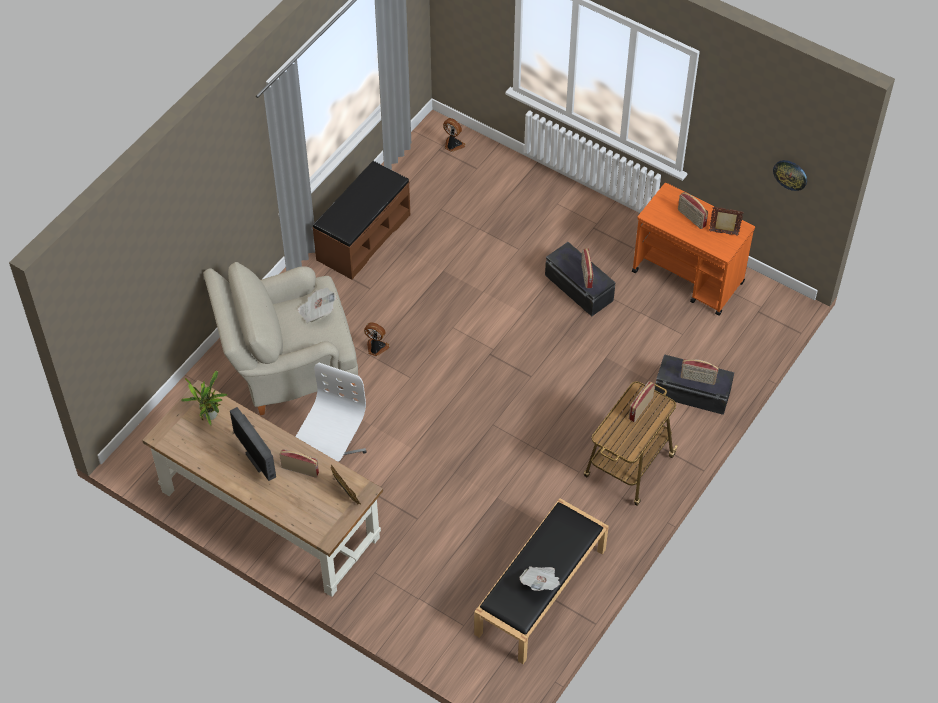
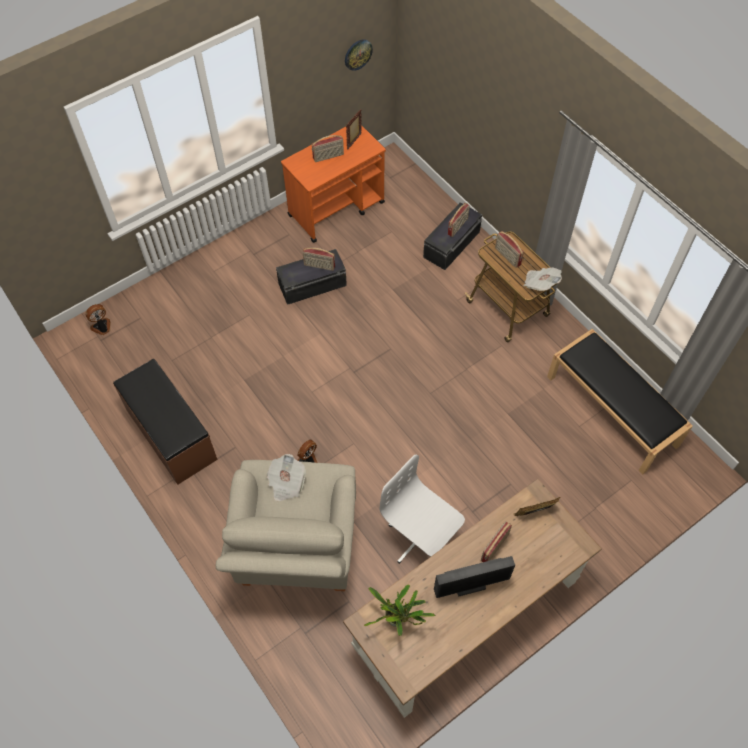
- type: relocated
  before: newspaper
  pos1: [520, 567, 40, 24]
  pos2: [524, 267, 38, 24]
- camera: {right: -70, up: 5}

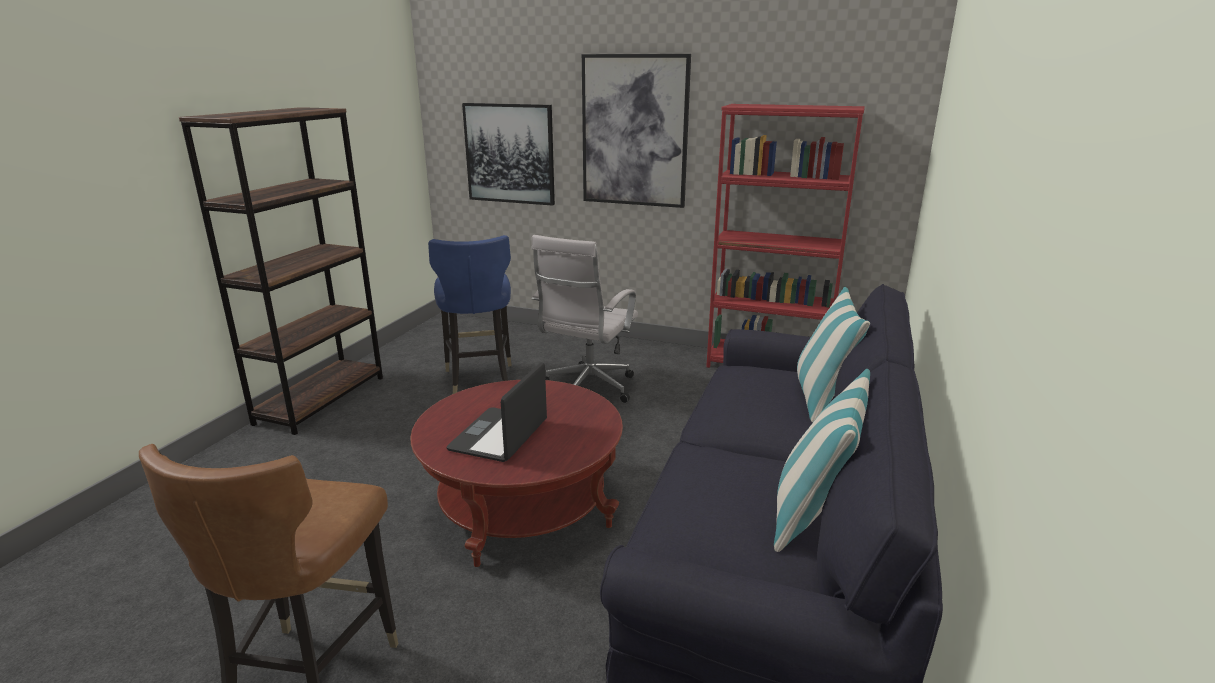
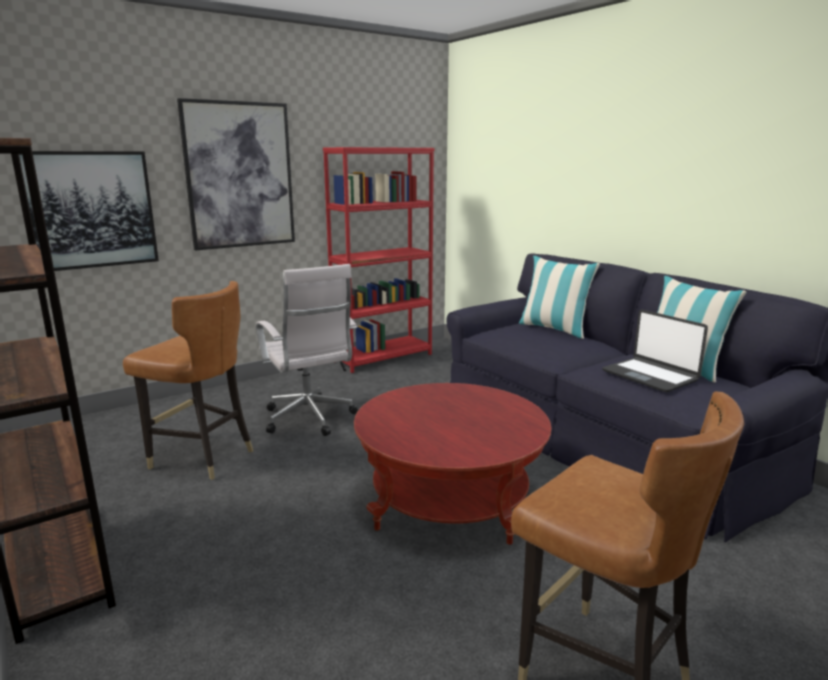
- type: colour
  before: blue chair
  after: brown chair
  pos1: [428, 235, 84, 159]
  pos2: [123, 281, 130, 199]
- type: relocated
  before: laptop
  pos1: [447, 362, 100, 100]
  pos2: [602, 310, 106, 82]
- camera: {right: -55, up: -5}

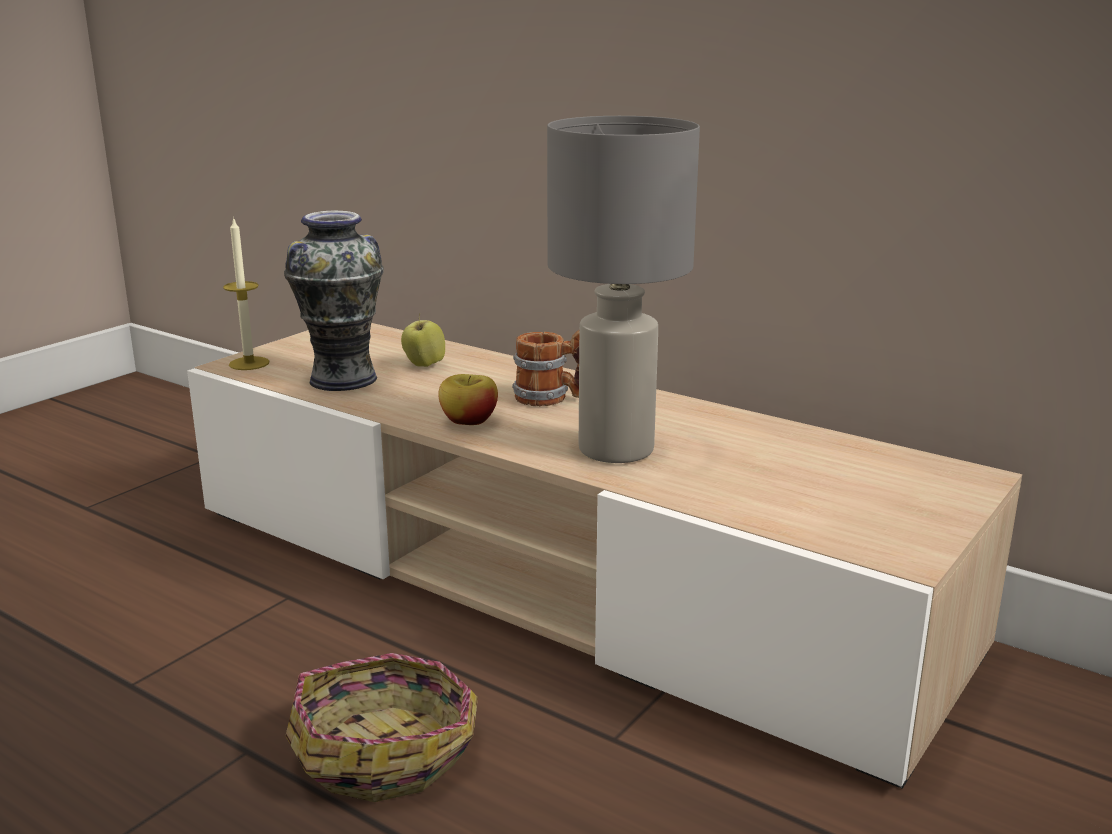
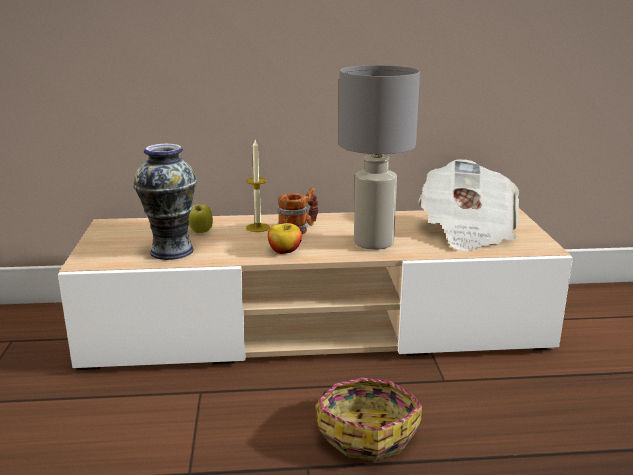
- type: relocated
  before: candle
  pos1: [223, 217, 46, 153]
  pos2: [246, 140, 24, 92]
- type: appeared
  after: newspaper
  pos2: [419, 159, 100, 92]
- camera: {right: -40, up: 0}

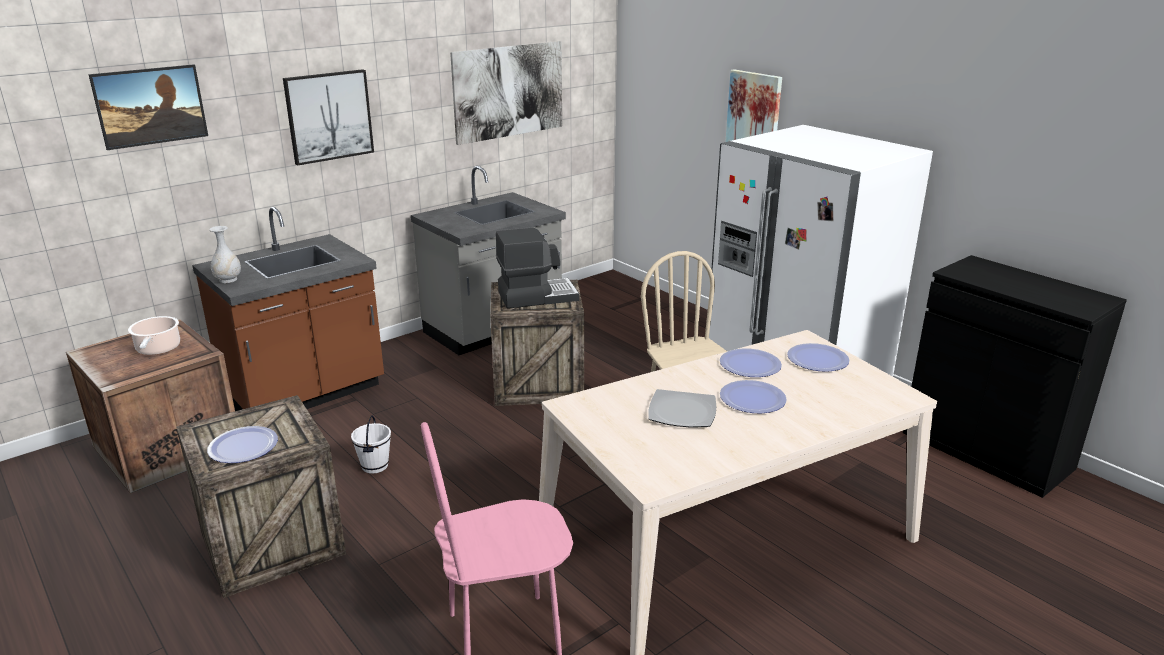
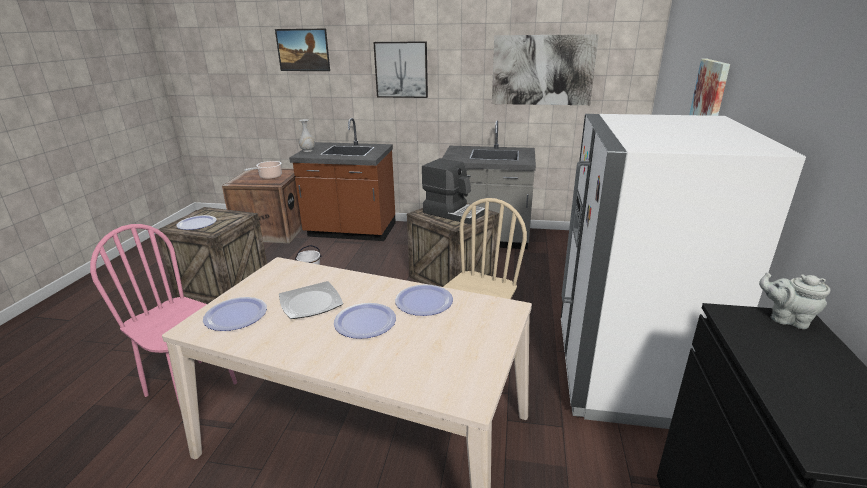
- type: relocated
  before: plate
  pos1: [787, 343, 62, 29]
  pos2: [203, 297, 64, 34]
- type: appeared
  after: grey teapot
  pos2: [759, 273, 71, 56]
- camera: {right: 50, up: 0}

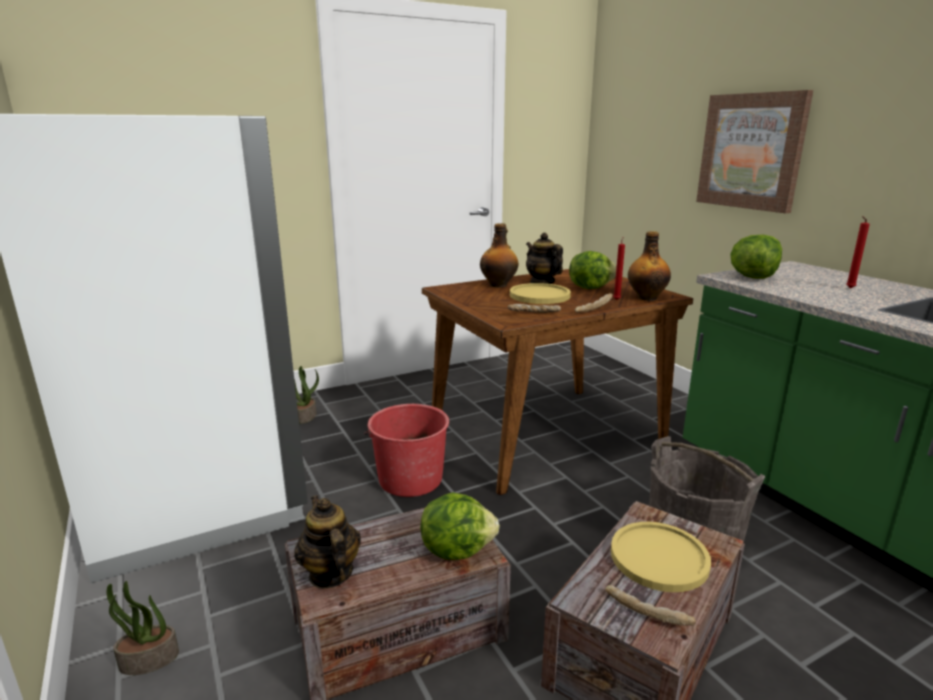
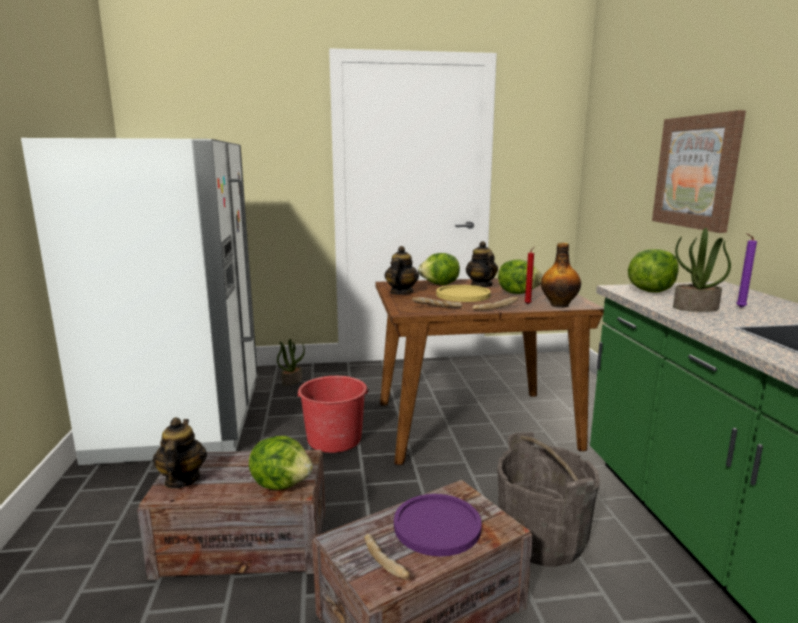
- type: colour
  before: red candle
  after: purple candle
  pos1: [846, 216, 24, 73]
  pos2: [736, 233, 21, 75]
- type: exchanged
  before: bottle
  after: lettuce
  pos1: [480, 223, 39, 65]
  pos2: [418, 253, 42, 32]
- type: colour
  before: yellow plate
  after: purple plate
  pos1: [611, 522, 100, 70]
  pos2: [394, 494, 88, 62]
- type: relocated
  before: potted plant
  pos1: [106, 581, 73, 94]
  pos2: [673, 228, 58, 84]
- type: appeared
  after: teapot
  pos2: [385, 246, 34, 49]
- camera: {right: 20, up: -5}

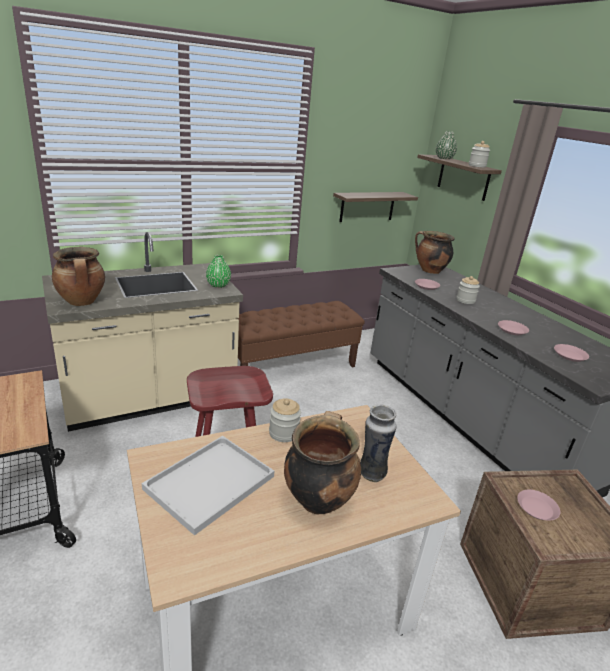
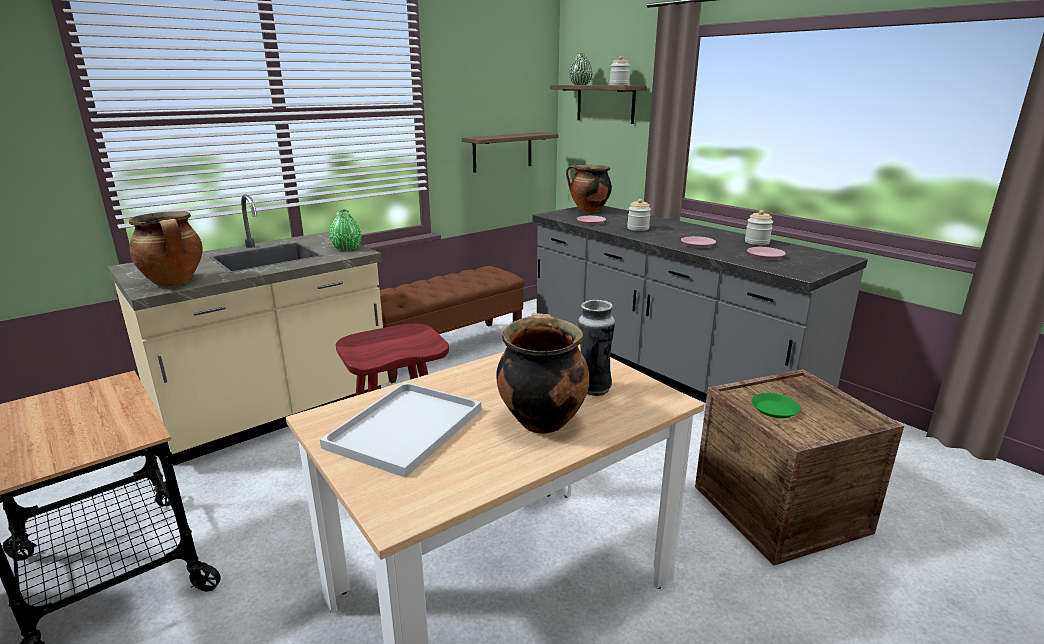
- type: relocated
  before: jar
  pos1: [269, 398, 32, 44]
  pos2: [745, 210, 28, 35]
- type: colour
  before: pink plate
  after: green plate
  pos1: [517, 489, 43, 32]
  pos2: [751, 393, 50, 25]
- camera: {right: -10, up: -5}

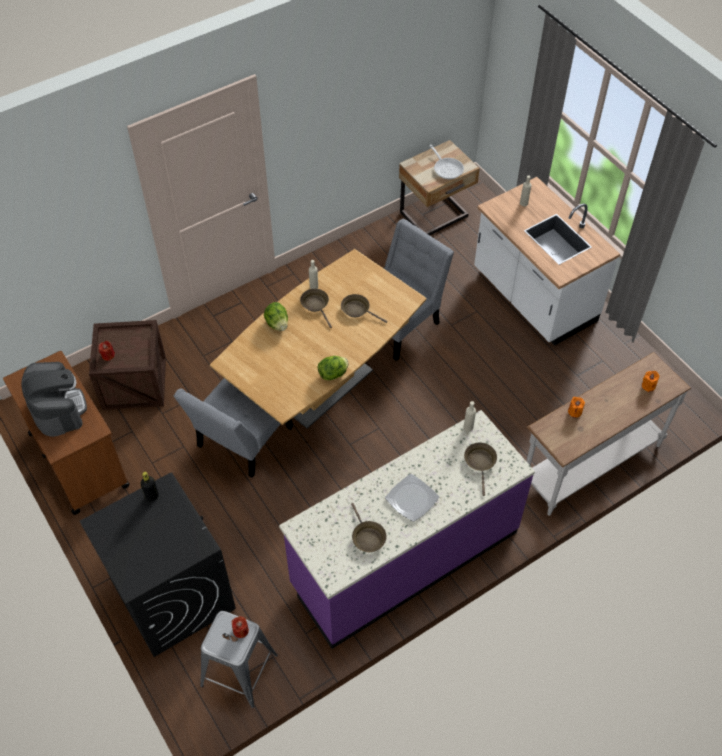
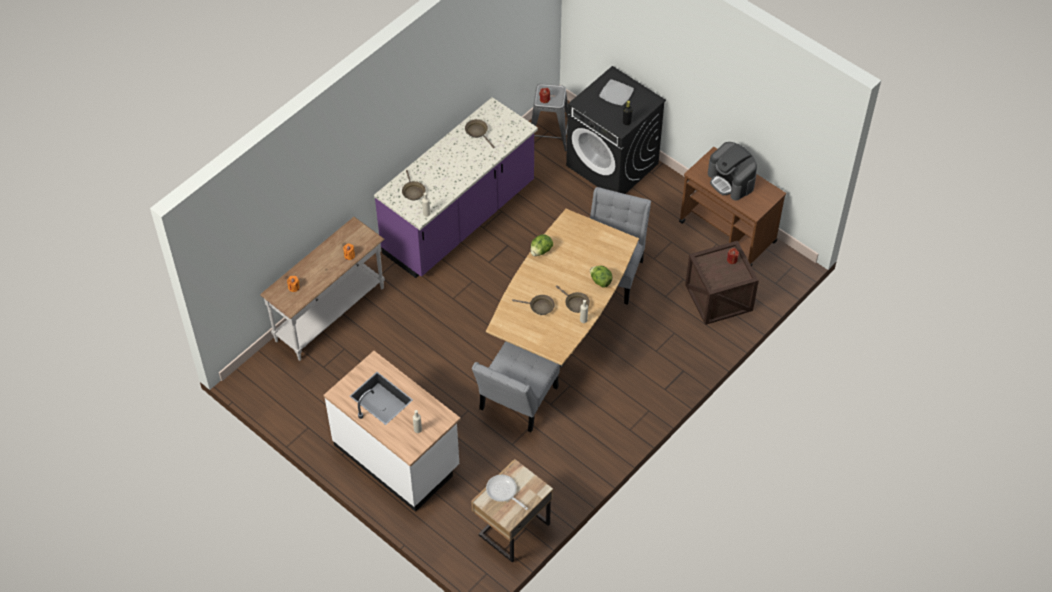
- type: relocated
  before: plate
  pos1: [385, 474, 54, 48]
  pos2: [599, 79, 35, 27]
- camera: {right: 165, up: 0}

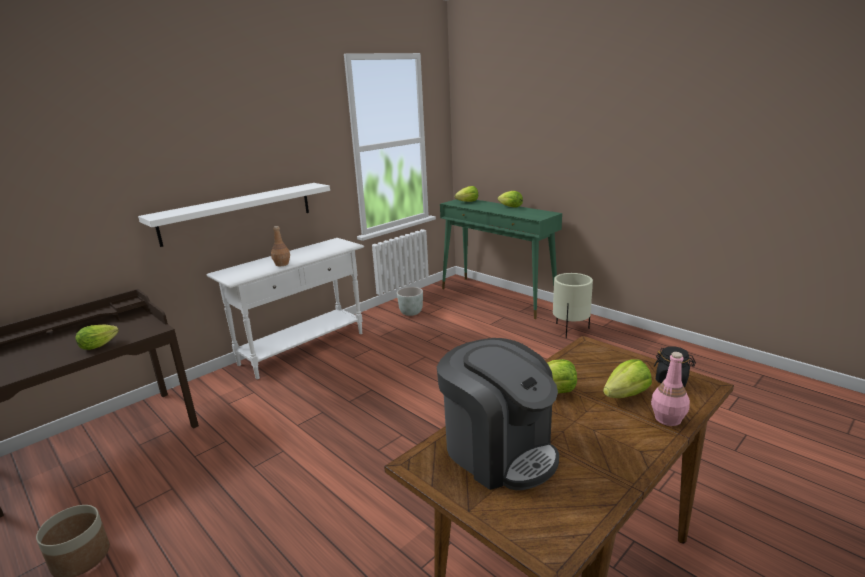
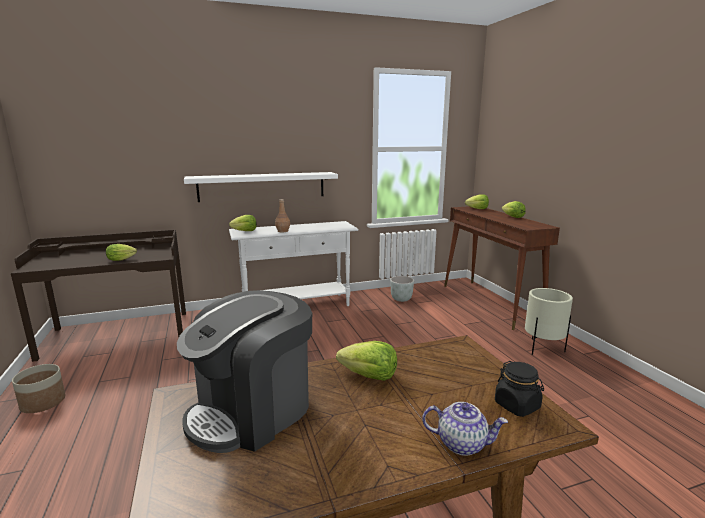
- type: colour
  before: green console table
  after: brown console table
  pos1: [440, 199, 122, 120]
  pos2: [444, 206, 116, 124]
- type: spun
  before: coffee machine
  pos1: [437, 338, 122, 152]
  pos2: [177, 290, 135, 163]
  turn: 60
- type: exchanged
  before: pink bottle
  after: teapot
  pos1: [651, 352, 39, 74]
  pos2: [422, 402, 86, 54]
- type: relocated
  before: lettuce
  pos1: [603, 359, 49, 39]
  pos2: [229, 215, 28, 16]
- camera: {right: 25, up: -5}

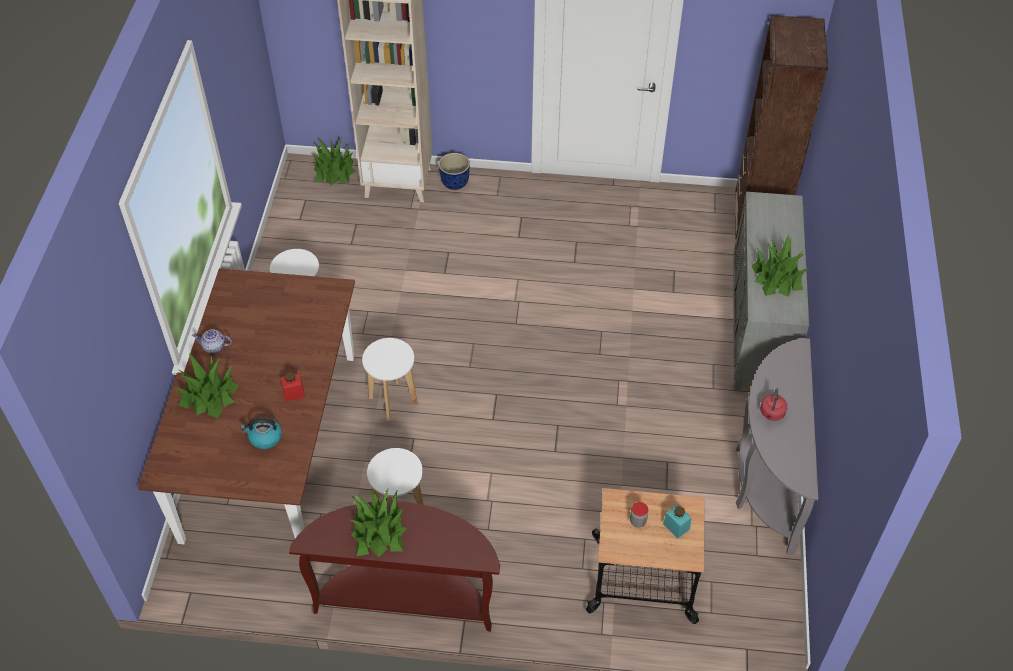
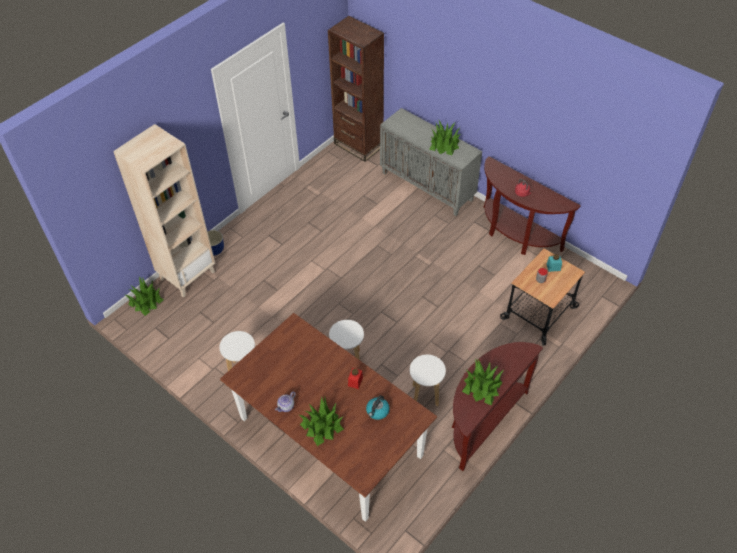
- type: colour
  before: grey console table
  after: brown console table
  pos1: [735, 338, 83, 217]
  pos2: [483, 156, 98, 99]
- camera: {right: -55, up: 0}

